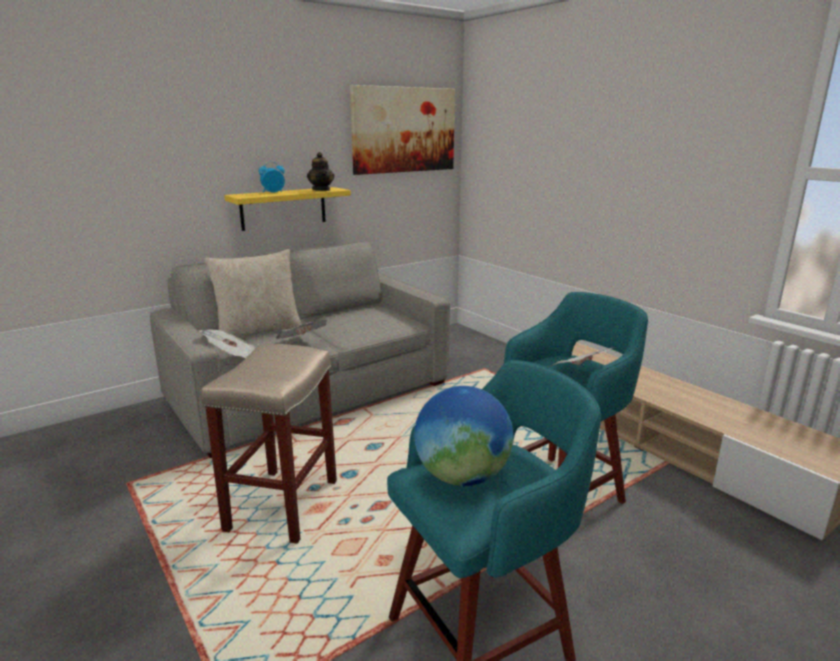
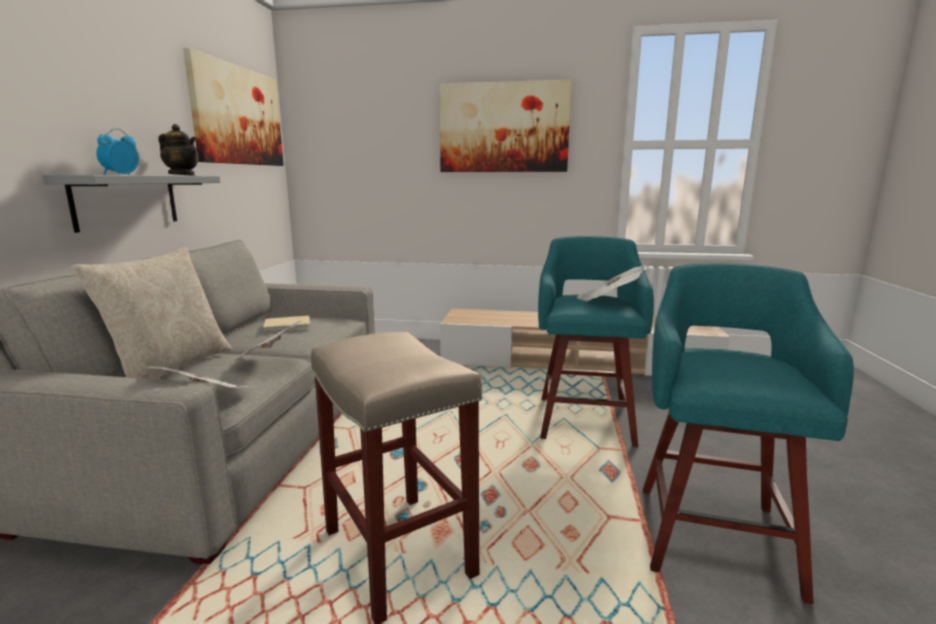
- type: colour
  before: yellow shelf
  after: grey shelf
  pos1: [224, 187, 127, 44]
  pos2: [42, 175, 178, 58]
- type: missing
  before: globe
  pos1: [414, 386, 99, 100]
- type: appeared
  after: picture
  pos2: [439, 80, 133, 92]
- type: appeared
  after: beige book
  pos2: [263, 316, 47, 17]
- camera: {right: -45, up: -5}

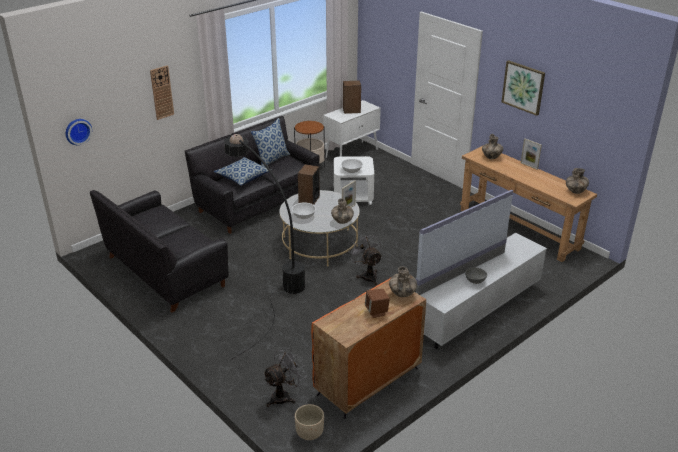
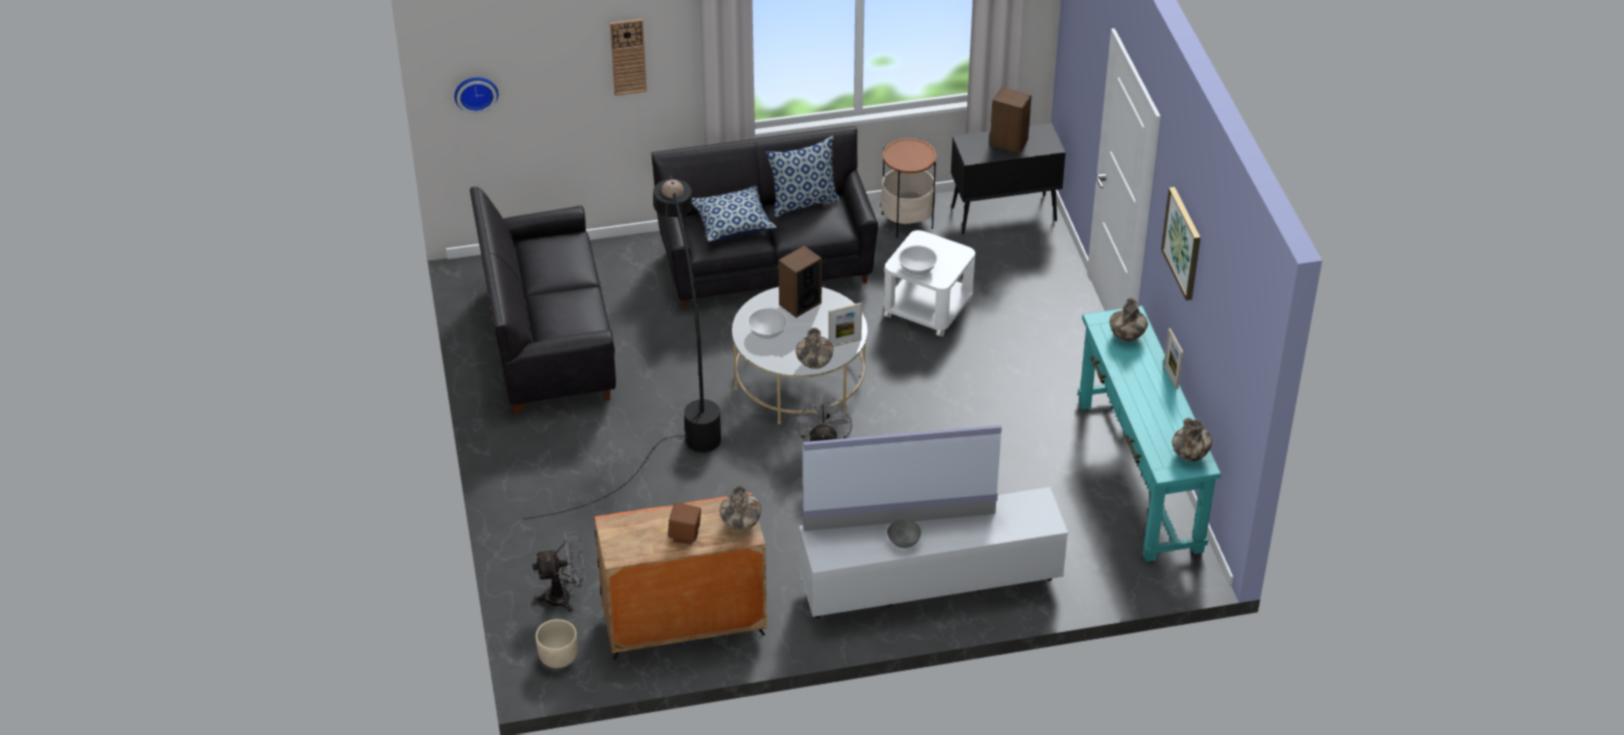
- type: colour
  before: white cabinet
  after: black cabinet
  pos1: [324, 100, 57, 58]
  pos2: [951, 123, 115, 111]
- type: colour
  before: brown console table
  after: turquoise console table
  pos1: [460, 145, 137, 117]
  pos2: [1078, 306, 143, 256]
- camera: {right: 30, up: 10}

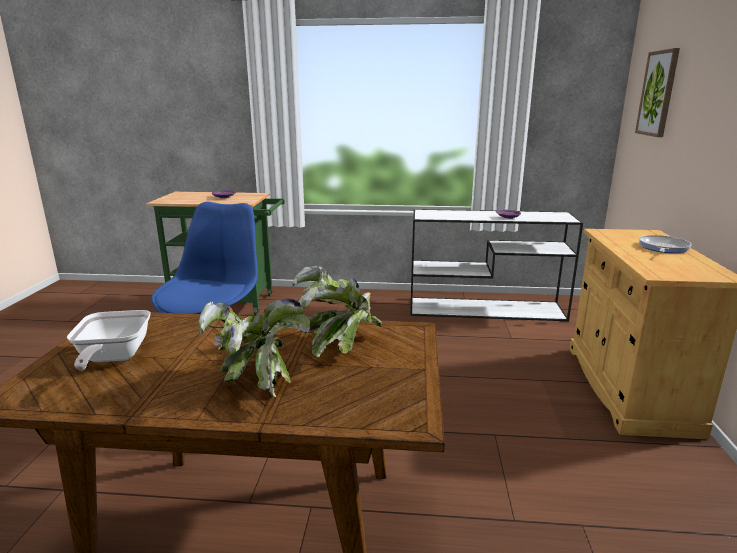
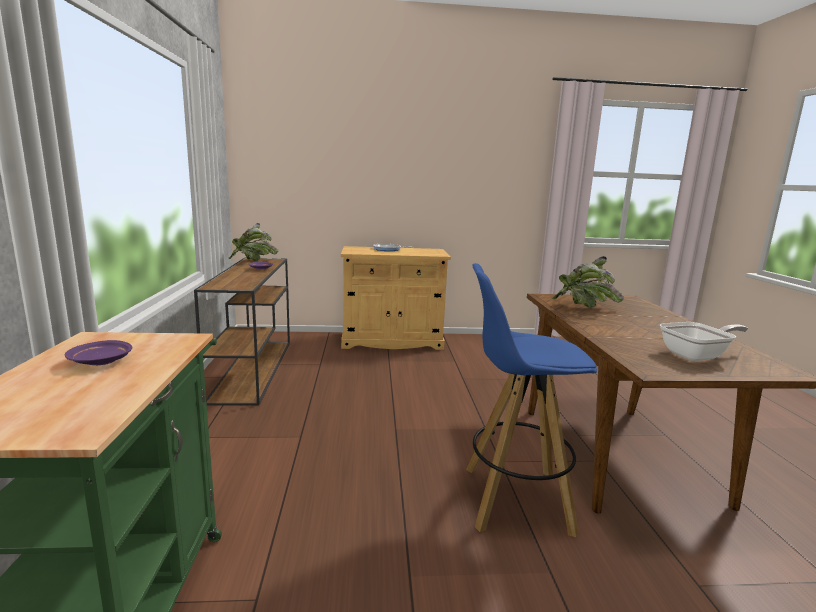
- type: missing
  before: picture
  pos1: [635, 48, 45, 89]
- type: colour
  before: white console table
  after: brown console table
  pos1: [410, 209, 173, 112]
  pos2: [194, 258, 96, 147]
- type: relocated
  before: potted plant
  pos1: [198, 299, 112, 98]
  pos2: [228, 223, 50, 38]
- camera: {right: -100, up: -5}

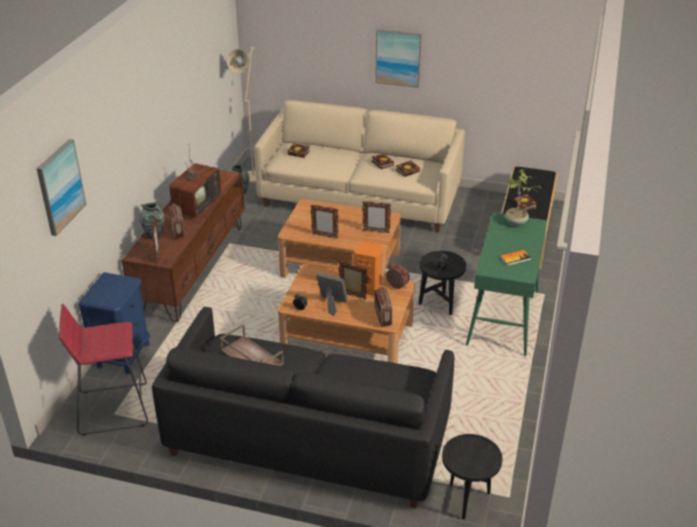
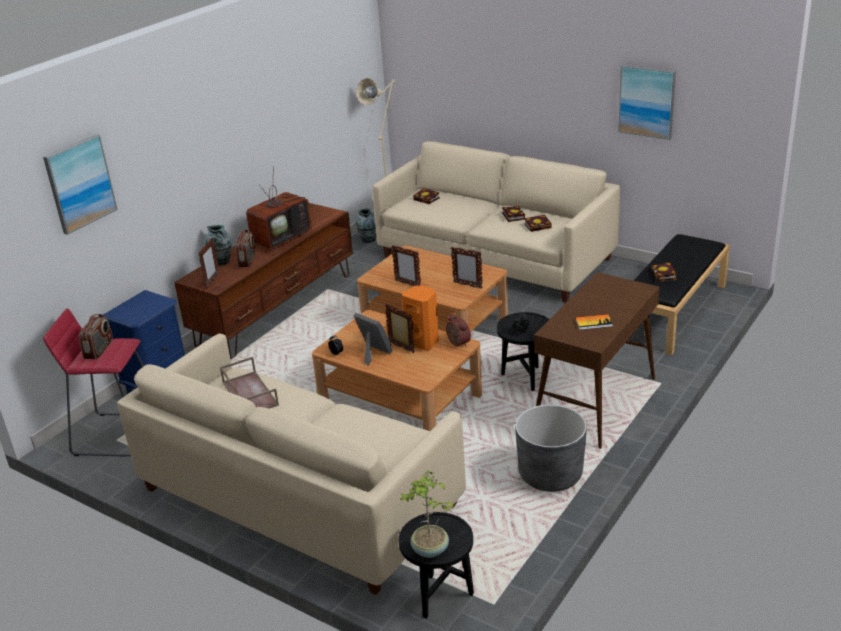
- type: relocated
  before: picture
  pos1: [375, 29, 46, 59]
  pos2: [618, 65, 58, 75]
- type: relocated
  before: potted plant
  pos1: [505, 169, 36, 57]
  pos2: [400, 470, 54, 88]
- type: colour
  before: green console table
  after: brown console table
  pos1: [466, 213, 81, 143]
  pos2: [534, 272, 126, 177]
- type: relocated
  before: radio
  pos1: [375, 287, 17, 39]
  pos2: [79, 314, 34, 45]
- type: colour
  before: black sofa
  after: beige sofa
  pos1: [152, 307, 302, 201]
  pos2: [117, 334, 349, 261]
- type: appeared
  after: grey planter
  pos2: [515, 404, 72, 88]
- camera: {right: 20, up: -5}

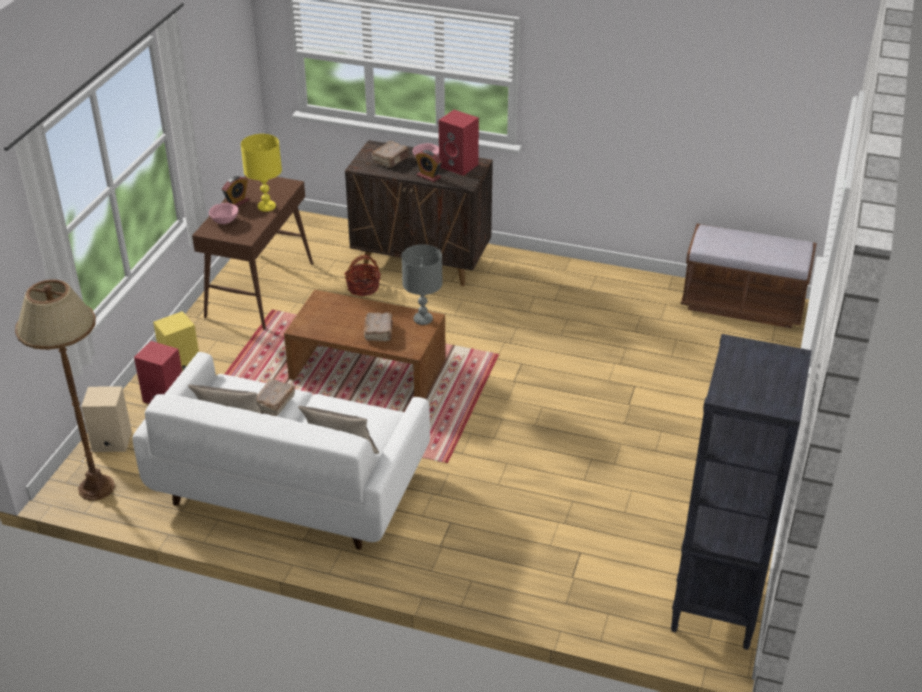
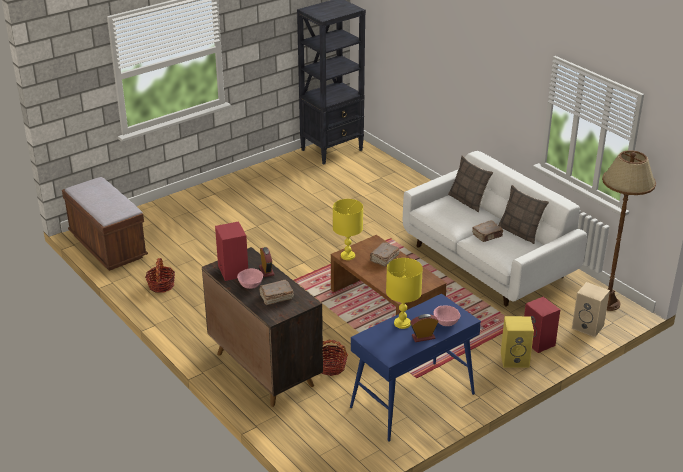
- type: colour
  before: brown console table
  after: blue console table
  pos1: [192, 176, 121, 154]
  pos2: [350, 294, 131, 148]
- type: colour
  before: grey table lamp
  after: yellow table lamp
  pos1: [402, 244, 41, 81]
  pos2: [333, 199, 30, 61]
- type: appeared
  after: basket
  pos2: [145, 258, 30, 35]
- camera: {right: -145, up: -5}

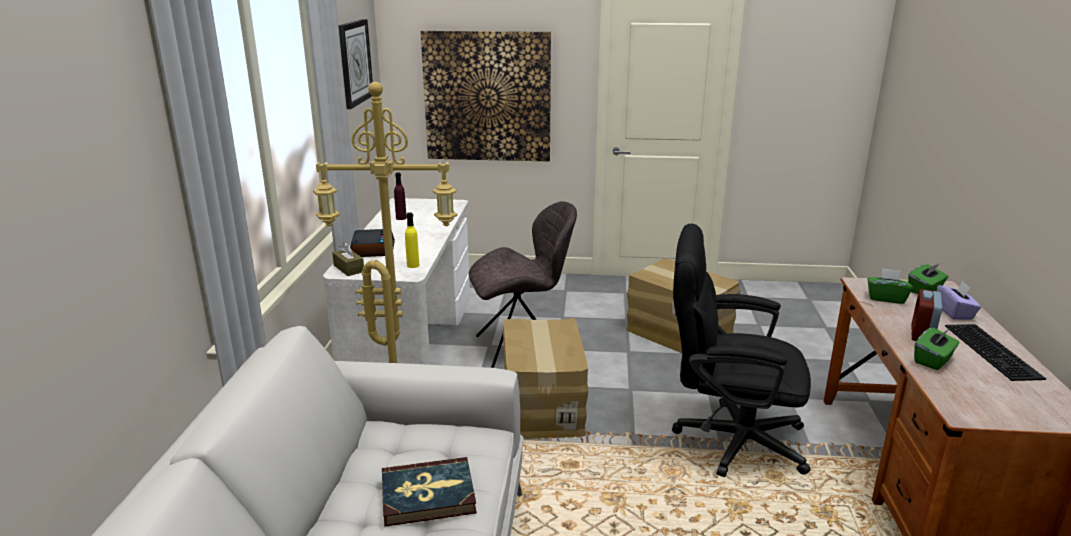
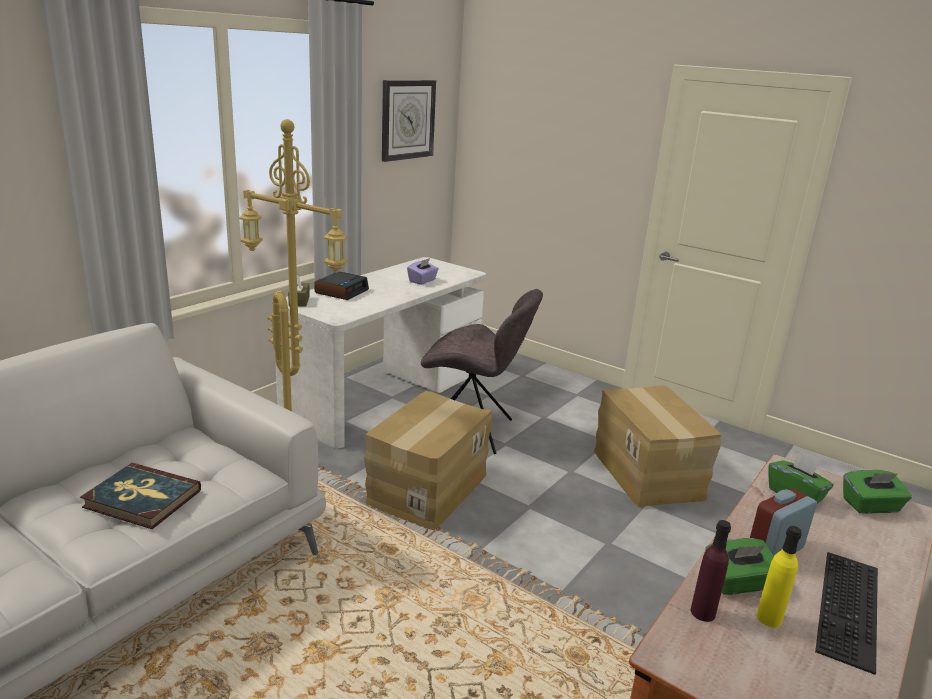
- type: missing
  before: picture
  pos1: [421, 31, 130, 131]
- type: relocated
  before: purple bottle
  pos1: [394, 172, 13, 48]
  pos2: [691, 520, 40, 102]
- type: relocated
  before: yellow bottle
  pos1: [405, 212, 14, 56]
  pos2: [756, 526, 46, 102]
- type: missing
  before: black office chair
  pos1: [672, 224, 139, 253]
- type: relocated
  before: purple tissue box
  pos1: [937, 281, 44, 39]
  pos2: [407, 258, 32, 27]
- camera: {right: 30, up: 0}

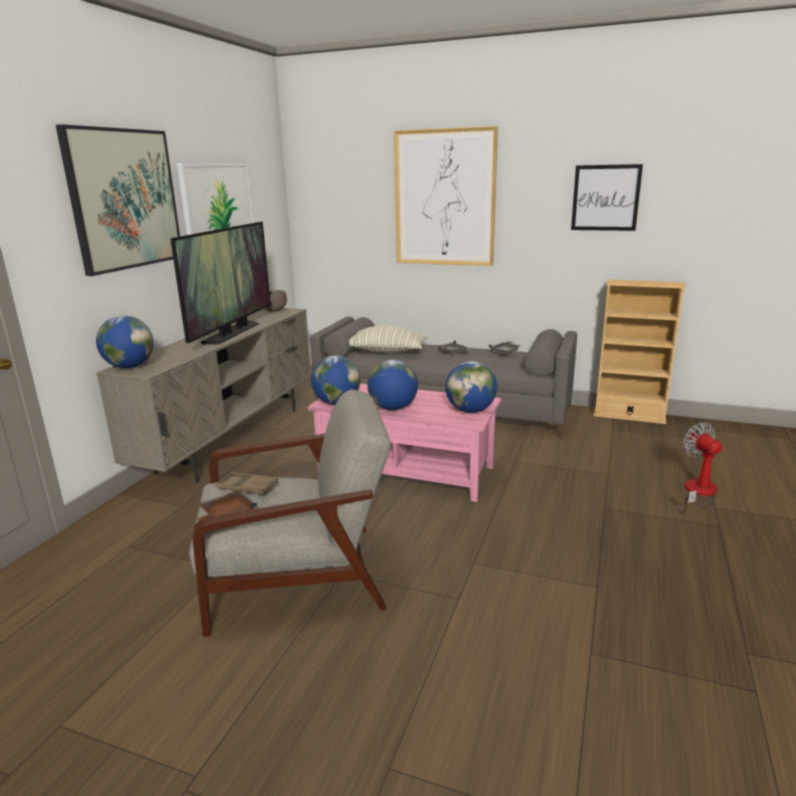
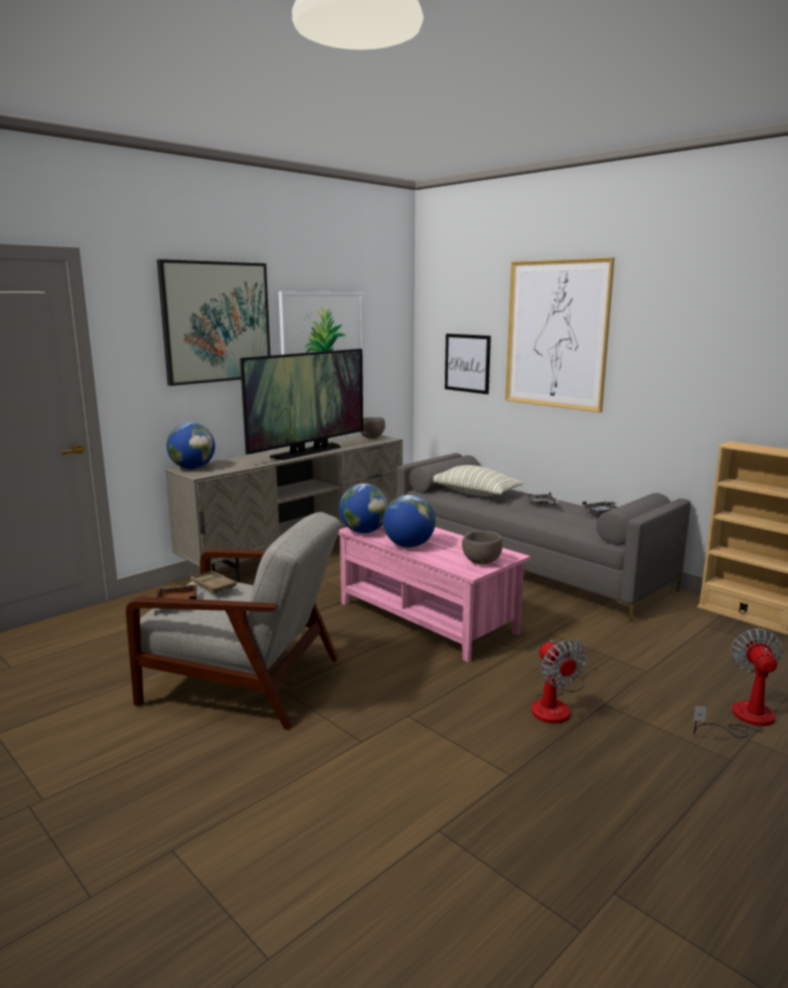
- type: relocated
  before: picture
  pos1: [571, 164, 72, 67]
  pos2: [445, 334, 46, 60]
- type: exchanged
  before: globe
  after: brown bowl
  pos1: [445, 361, 52, 52]
  pos2: [462, 531, 40, 33]
- type: appeared
  after: fan
  pos2: [531, 640, 54, 83]
- camera: {right: 25, up: -5}

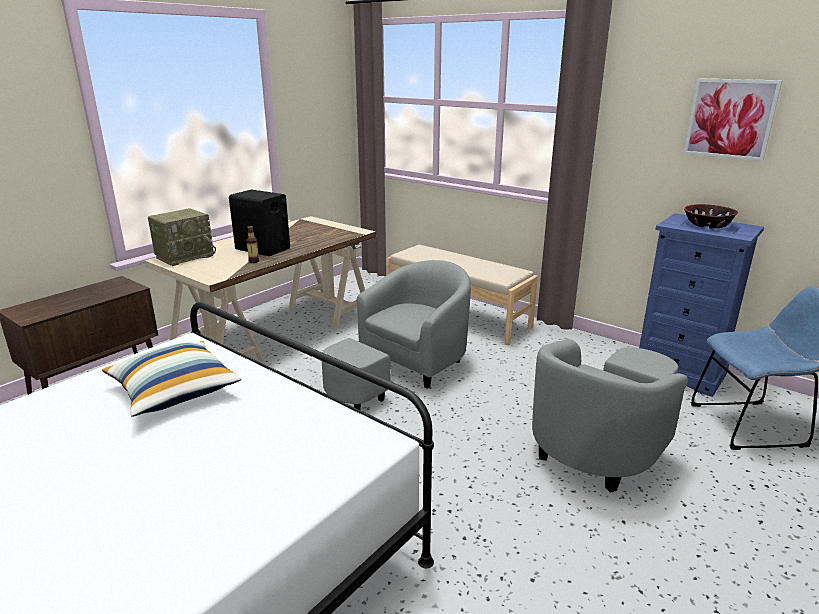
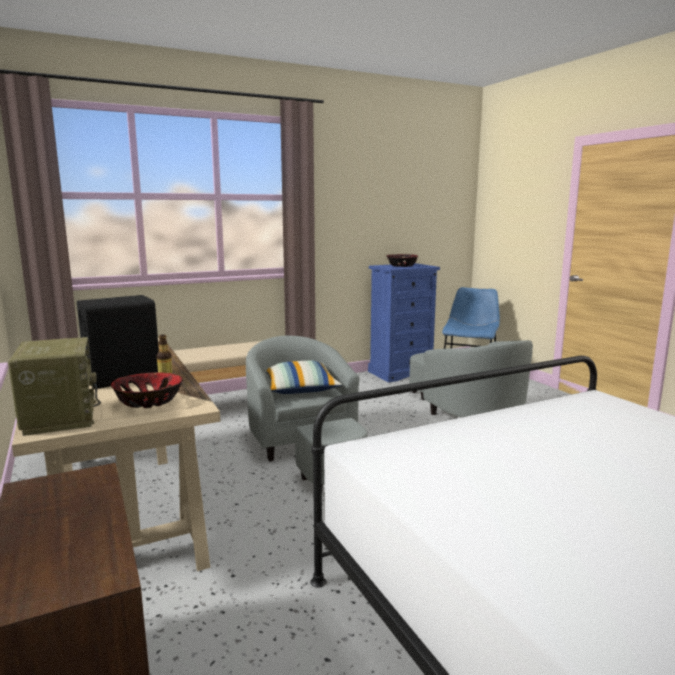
- type: missing
  before: picture
  pos1: [683, 78, 99, 83]
- type: relocated
  before: pillow
  pos1: [102, 341, 140, 76]
  pos2: [266, 360, 76, 34]
- type: appeared
  after: bowl
  pos2: [111, 372, 72, 36]
- camera: {right: -65, up: -10}

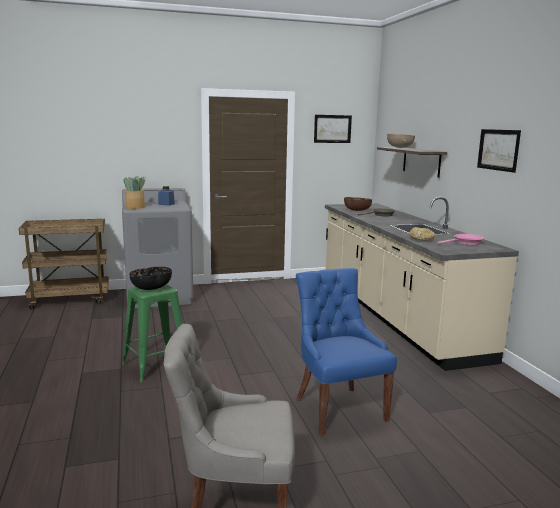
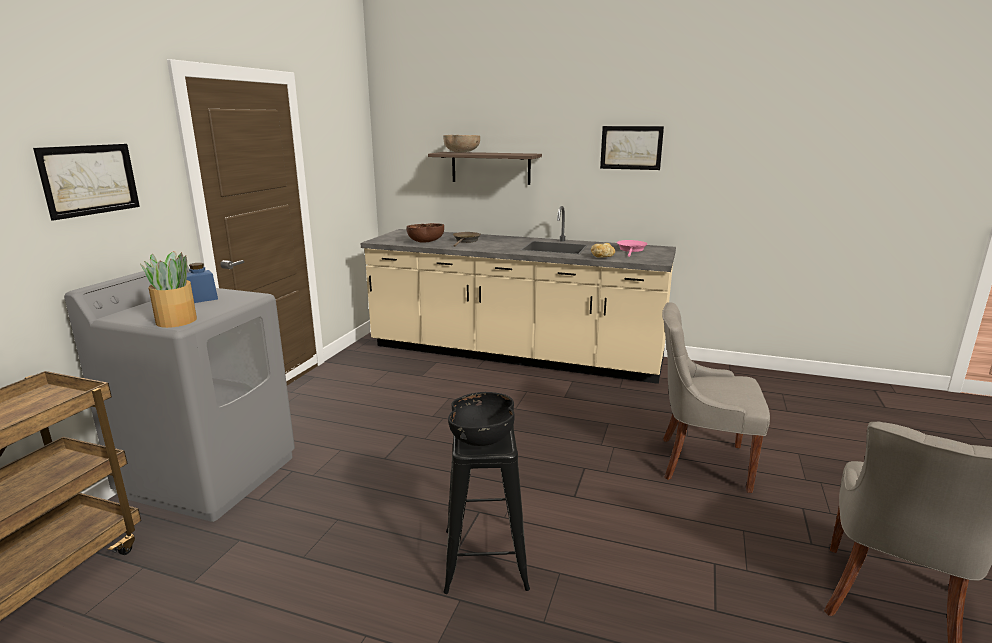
- type: relocated
  before: picture
  pos1: [314, 115, 38, 28]
  pos2: [33, 144, 107, 77]
- type: colour
  before: blue chair
  after: grey chair
  pos1: [296, 268, 101, 167]
  pos2: [662, 302, 108, 191]
- type: colour
  before: green stool
  after: black stool
  pos1: [122, 284, 61, 98]
  pos2: [443, 425, 87, 169]
- camera: {right: -55, up: 5}

